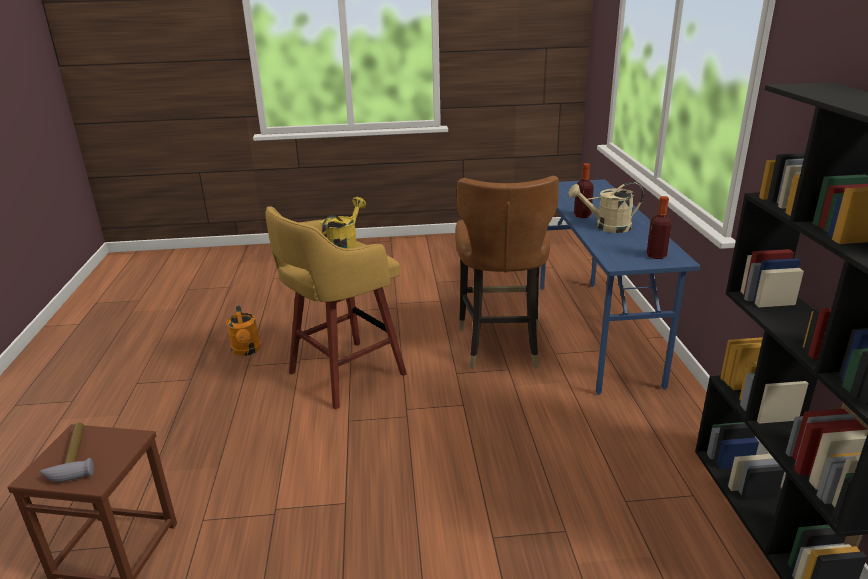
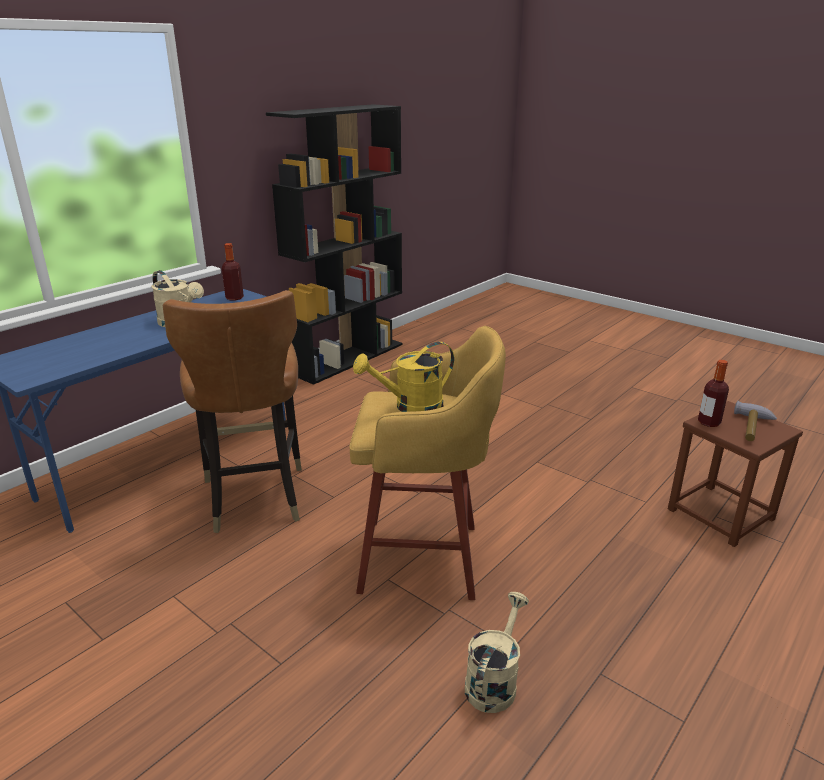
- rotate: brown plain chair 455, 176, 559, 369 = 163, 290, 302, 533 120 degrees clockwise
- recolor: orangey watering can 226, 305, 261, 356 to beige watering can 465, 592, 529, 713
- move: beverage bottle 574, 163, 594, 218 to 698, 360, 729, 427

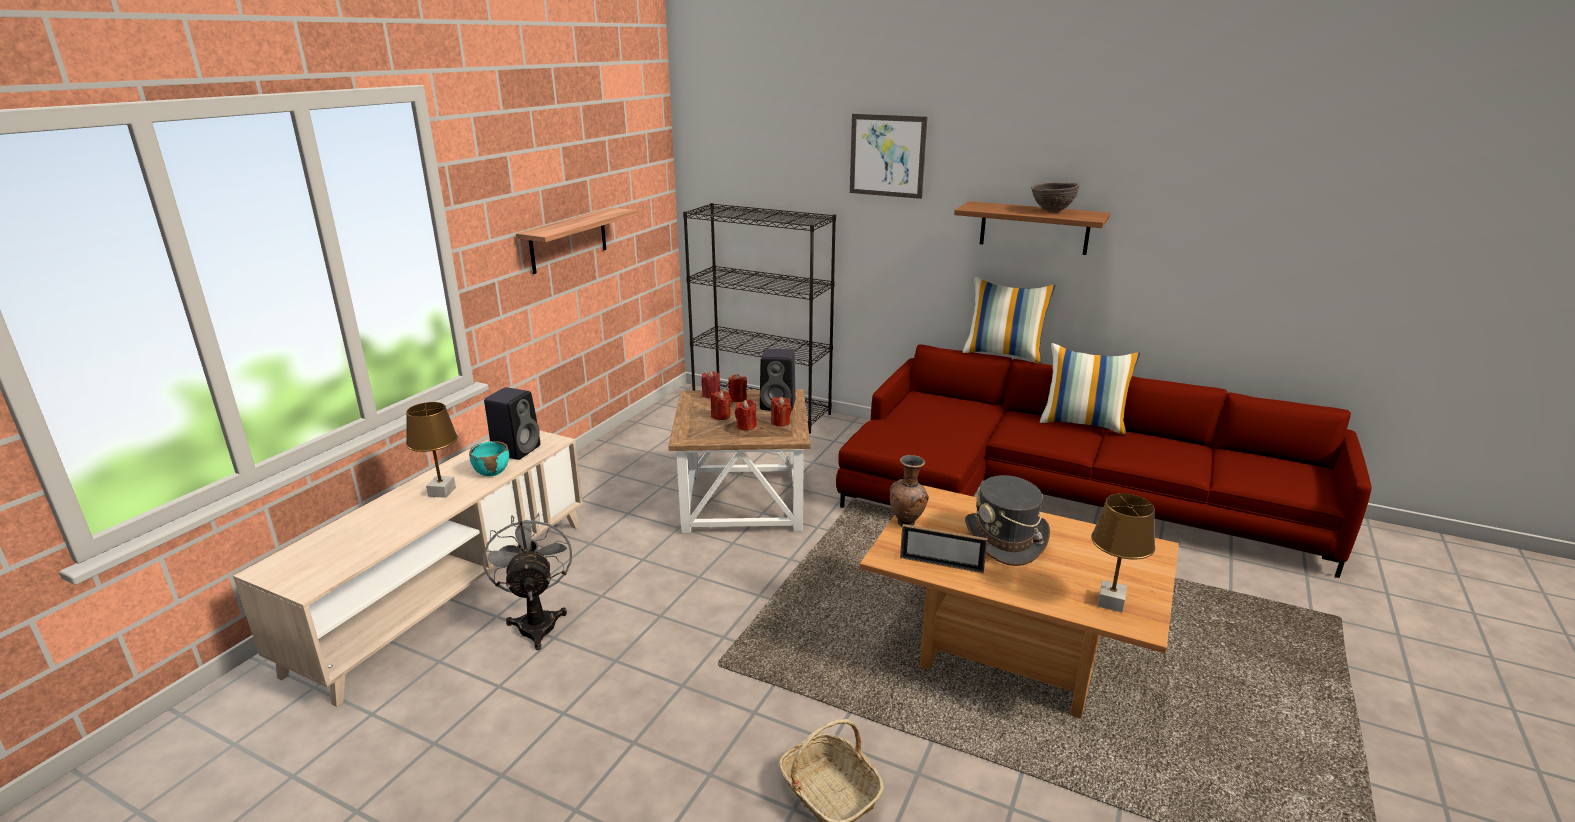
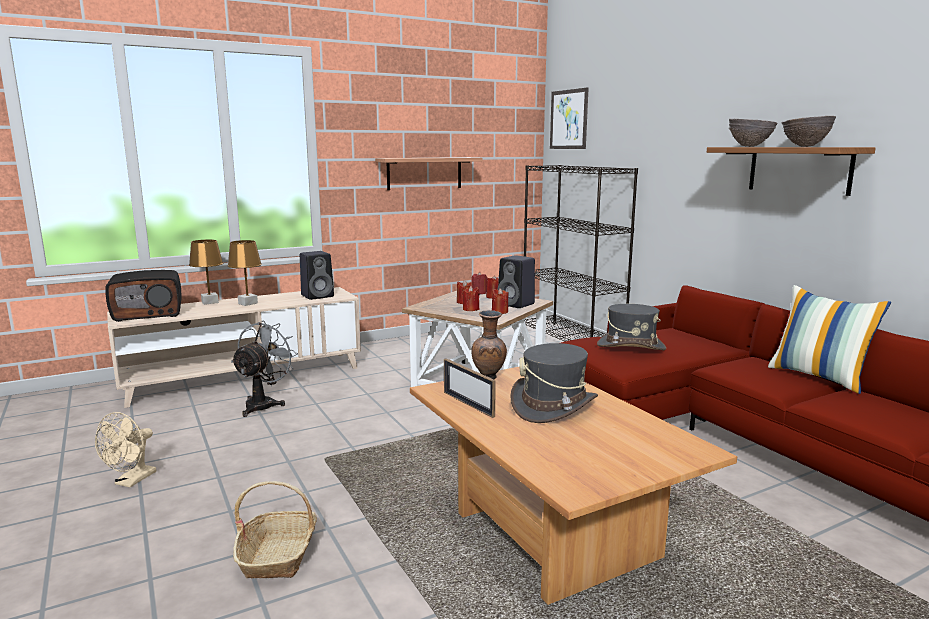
- insert: beige fan 95, 412, 156, 487
- insert: radio set 105, 270, 181, 322
- move: brown lamp for a table 1091, 493, 1155, 612 to 189, 240, 223, 305
- move: wall art 850, 114, 928, 199 to 550, 87, 589, 149
- insert: gray clothing hat 597, 304, 666, 350
- insert: brown serving bowl 729, 119, 777, 147
- delete: turquoise serving bowl 469, 441, 509, 477
- delete: throw pillow 963, 277, 1056, 364

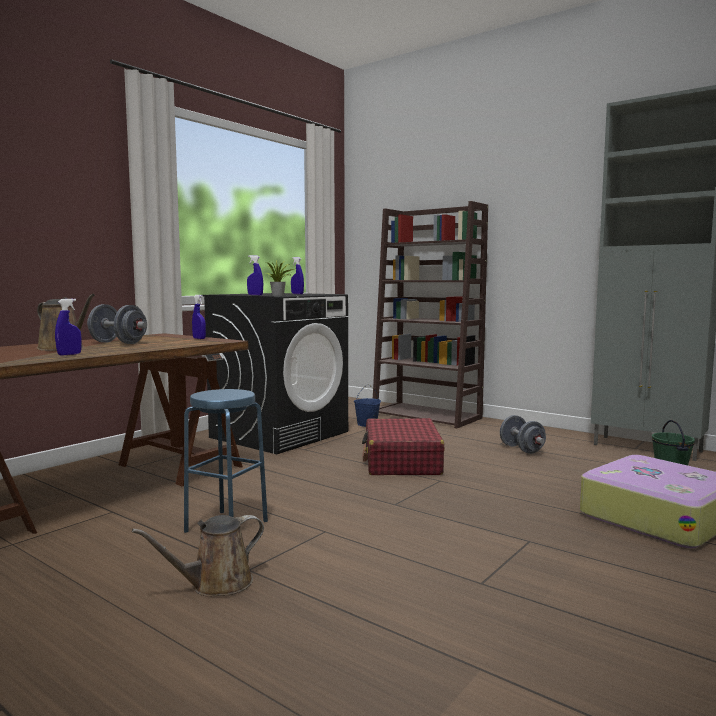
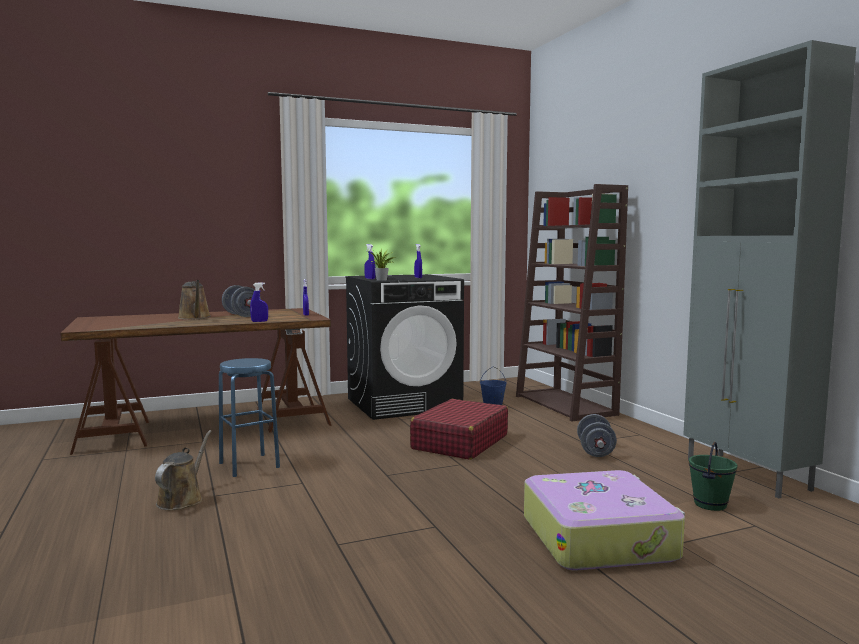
- rotate: brown watering can 132, 515, 264, 596 = 155, 430, 212, 510 105 degrees clockwise
- move: blue-coloured sprayer 55, 299, 82, 356 to 250, 282, 268, 322

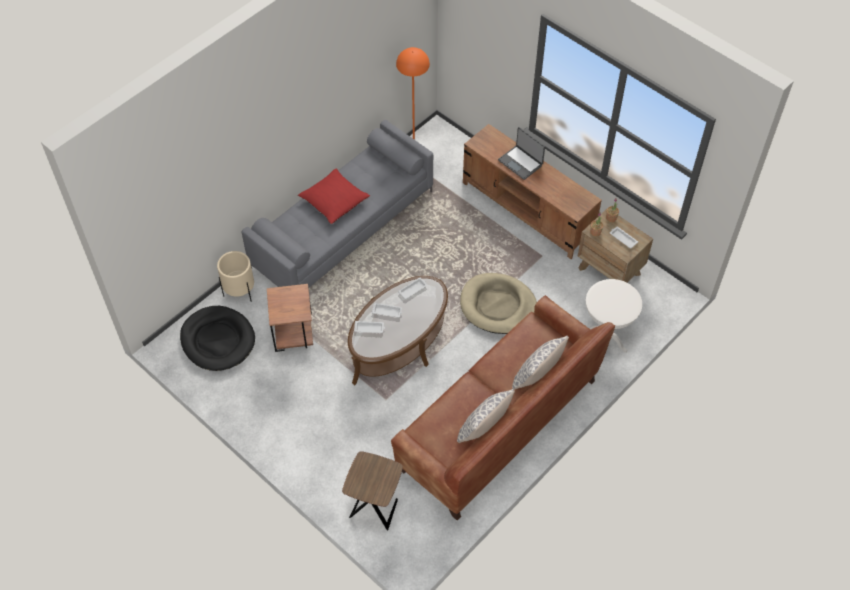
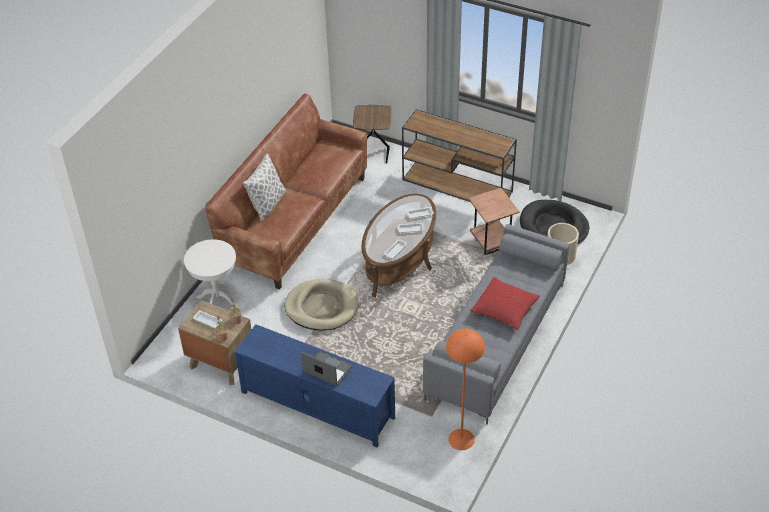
- recolor: brown tv unit 463, 124, 602, 259 to blue-coloured tv unit 235, 324, 395, 447
- insert: brown hall table 402, 109, 517, 202
- delete: throw pillow 457, 389, 515, 443

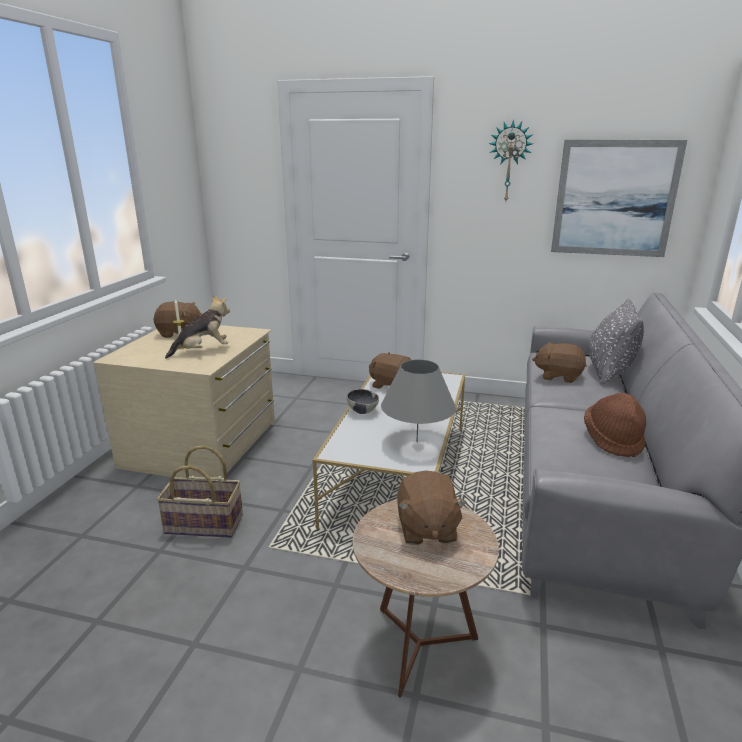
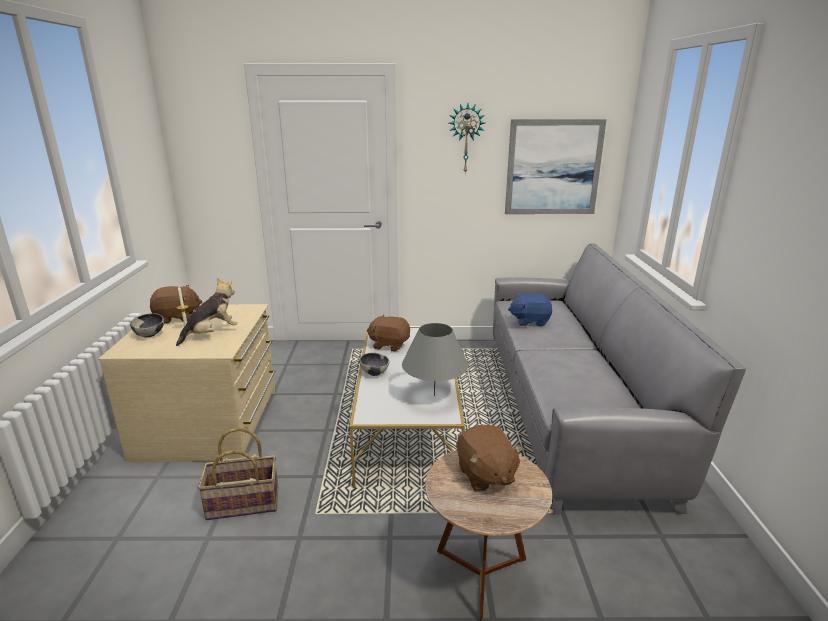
- insert: serving bowl 130, 313, 164, 337
- recolor: brown plush toy 532, 342, 587, 383 to blue-coloured plush toy 508, 293, 552, 326
- delete: brown clothing hat 584, 393, 646, 457
- delete: gray throw pillow 588, 299, 644, 386

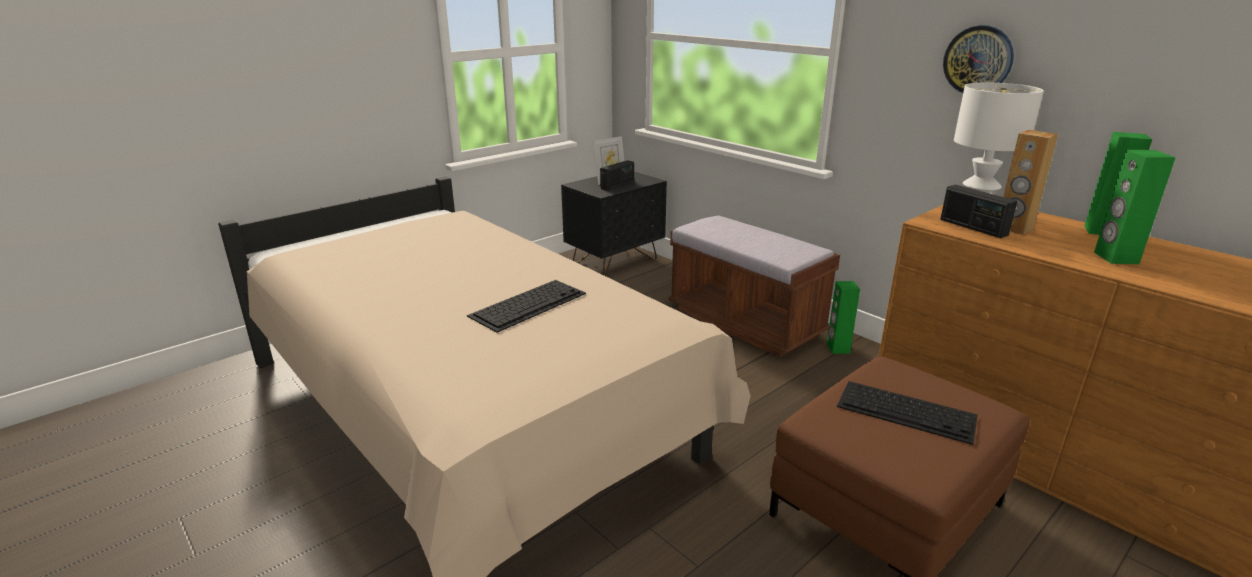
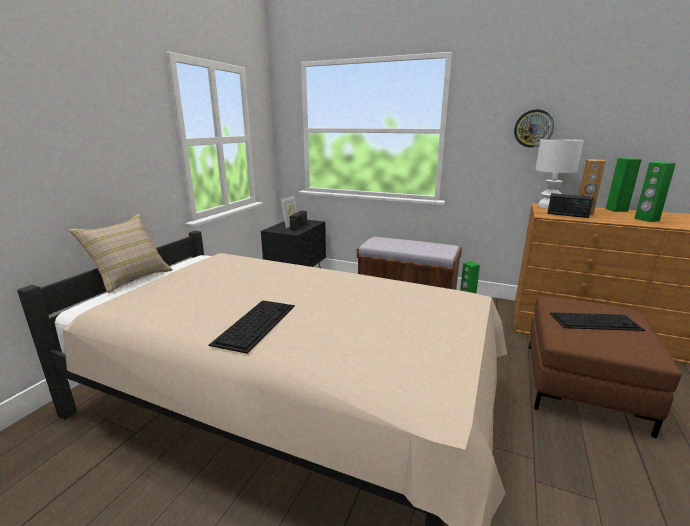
- insert: beige throw pillow 69, 214, 173, 293
- move: keyboard 467, 280, 586, 333 to 209, 300, 295, 354

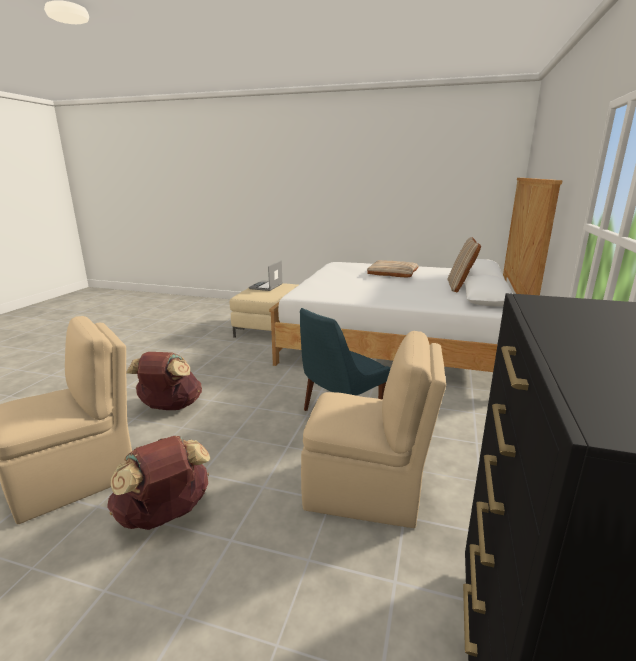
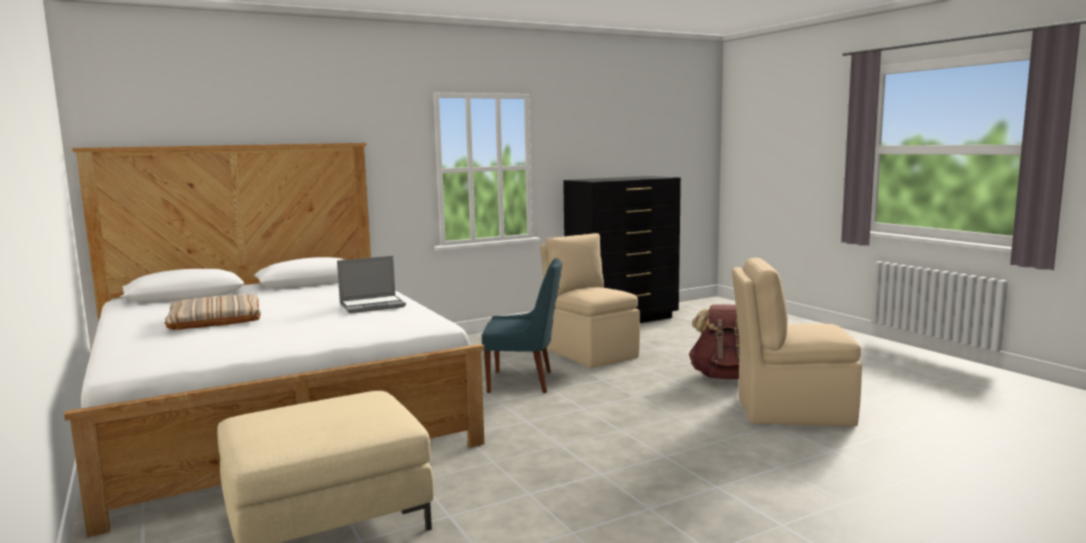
- move: laptop 249, 260, 282, 291 to 337, 256, 406, 313
- delete: brown backpack 126, 352, 202, 410
- delete: beige throw pillow 447, 237, 481, 292

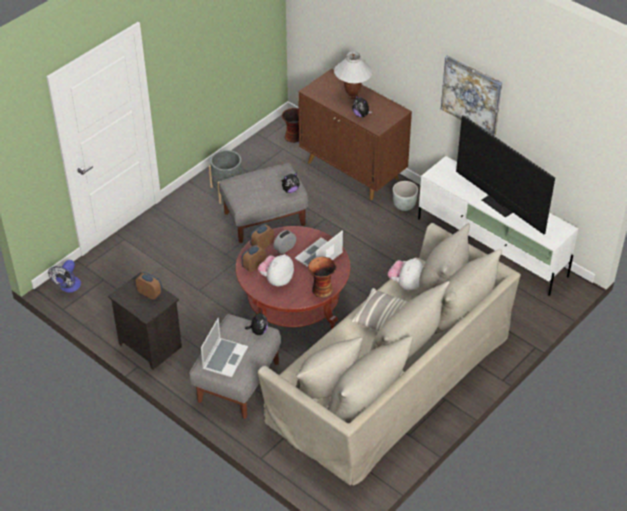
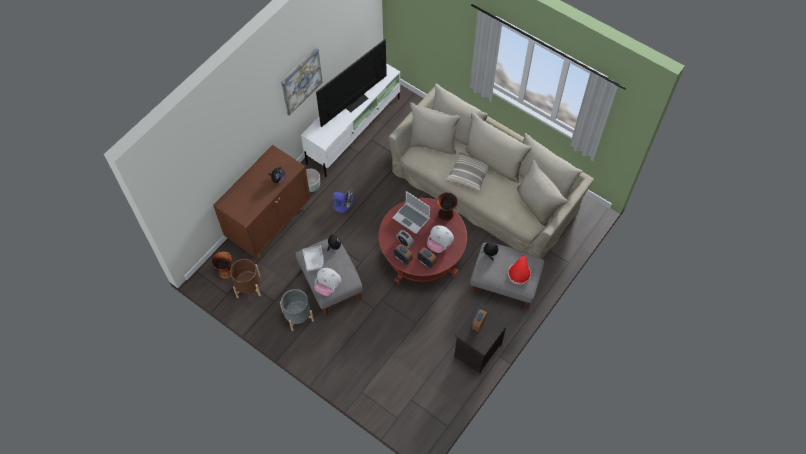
- insert: brown flower pot 230, 259, 261, 298
- insert: gray carrying tray 303, 246, 324, 271
- move: plush toy 388, 258, 423, 291 to 314, 268, 341, 296
- move: fan 48, 260, 81, 293 to 333, 188, 354, 213
- replace: laptop 201, 318, 248, 377 to red-coloured clothing hat 508, 255, 531, 285
- delete: white-coloured lamp for a table 334, 52, 373, 99

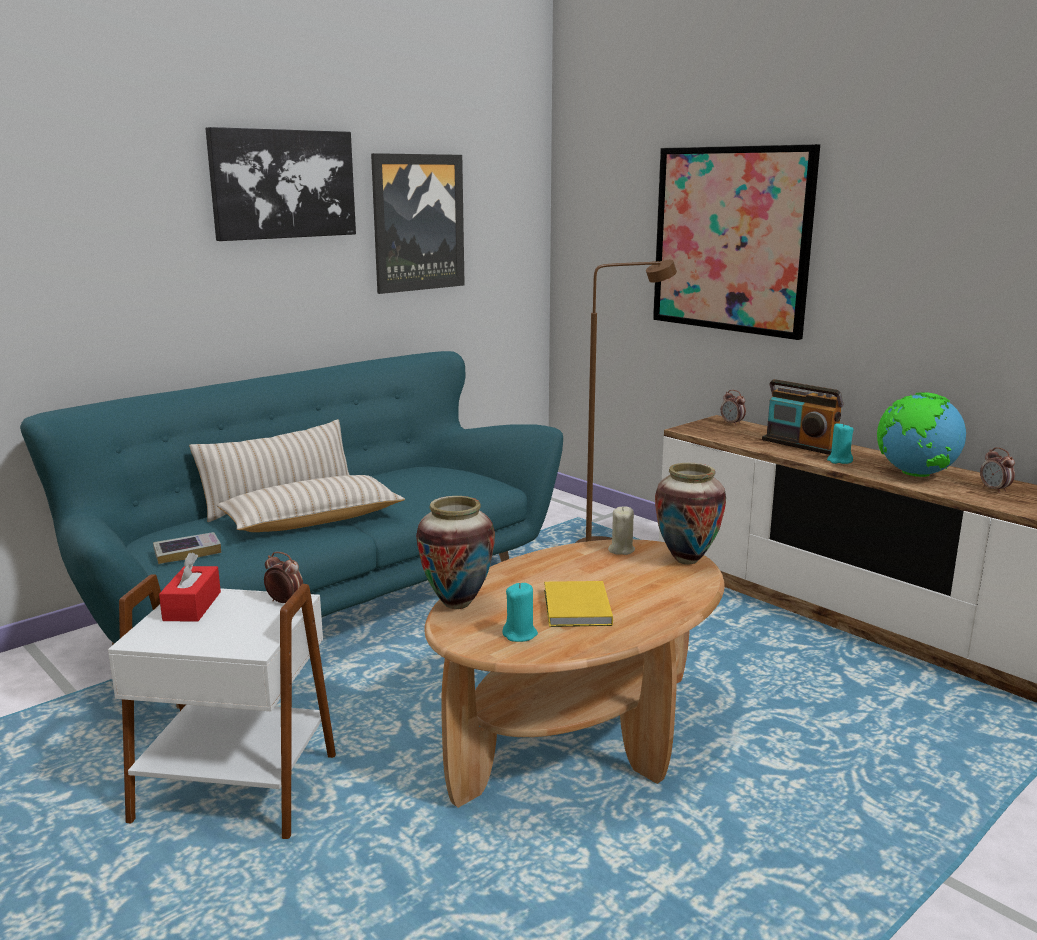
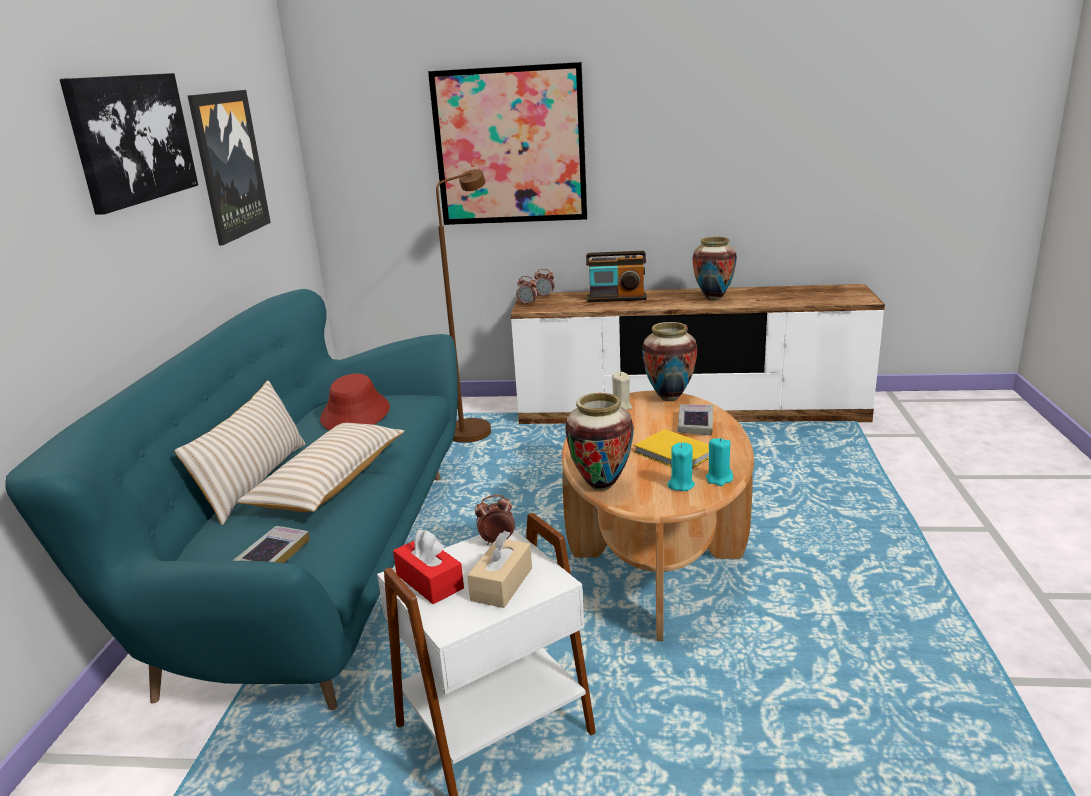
- insert: red-coloured clothing hat 320, 374, 390, 430
- insert: beige box of tissues 467, 531, 532, 608
- move: bedside clock 980, 447, 1015, 493 to 516, 276, 538, 306
- insert: bound book 678, 405, 713, 436
- replace: world globe 877, 392, 966, 477 to decorative vase 692, 237, 737, 301
- move: turquoise candle 827, 422, 854, 464 to 706, 438, 733, 486

